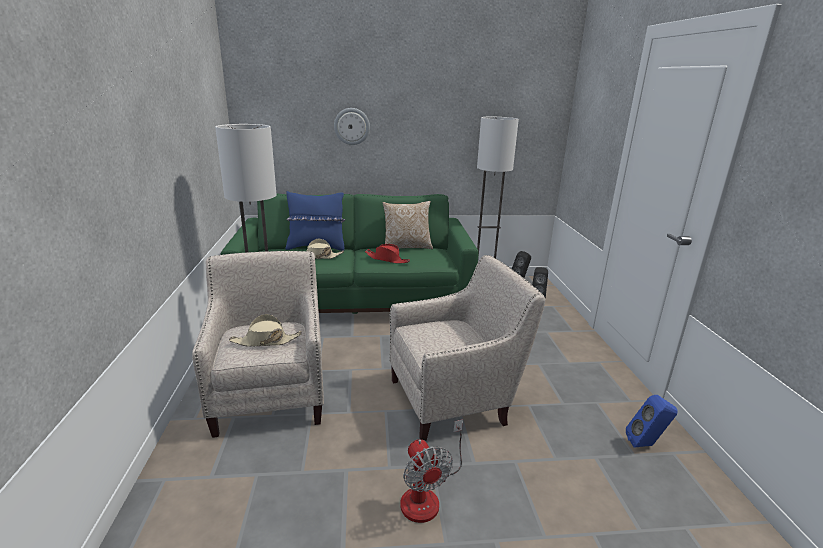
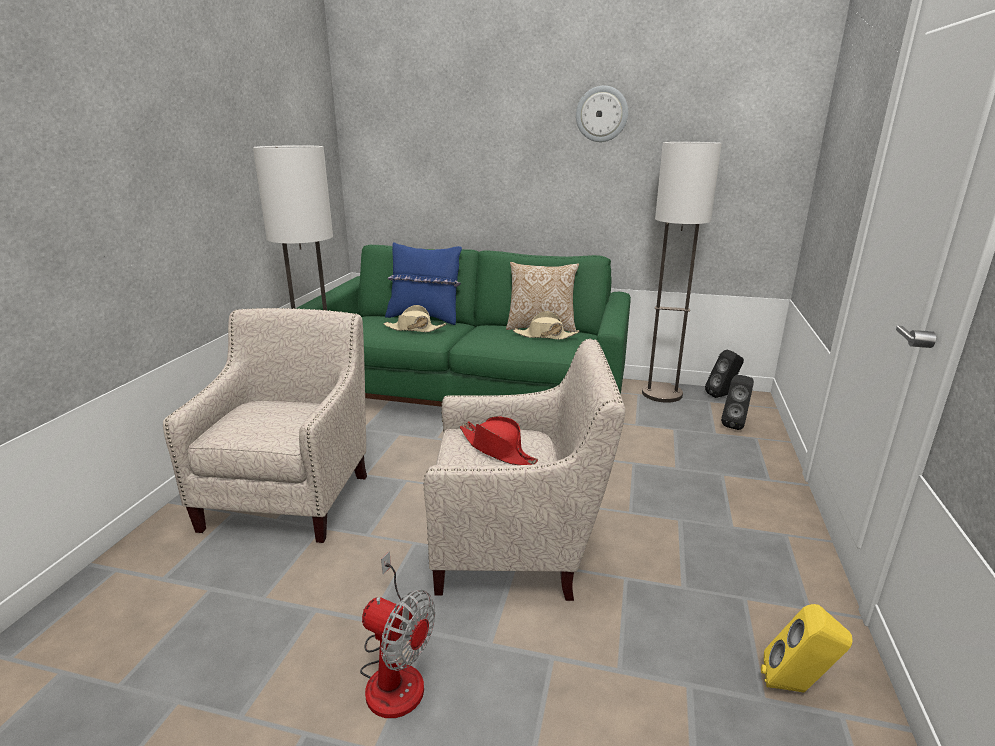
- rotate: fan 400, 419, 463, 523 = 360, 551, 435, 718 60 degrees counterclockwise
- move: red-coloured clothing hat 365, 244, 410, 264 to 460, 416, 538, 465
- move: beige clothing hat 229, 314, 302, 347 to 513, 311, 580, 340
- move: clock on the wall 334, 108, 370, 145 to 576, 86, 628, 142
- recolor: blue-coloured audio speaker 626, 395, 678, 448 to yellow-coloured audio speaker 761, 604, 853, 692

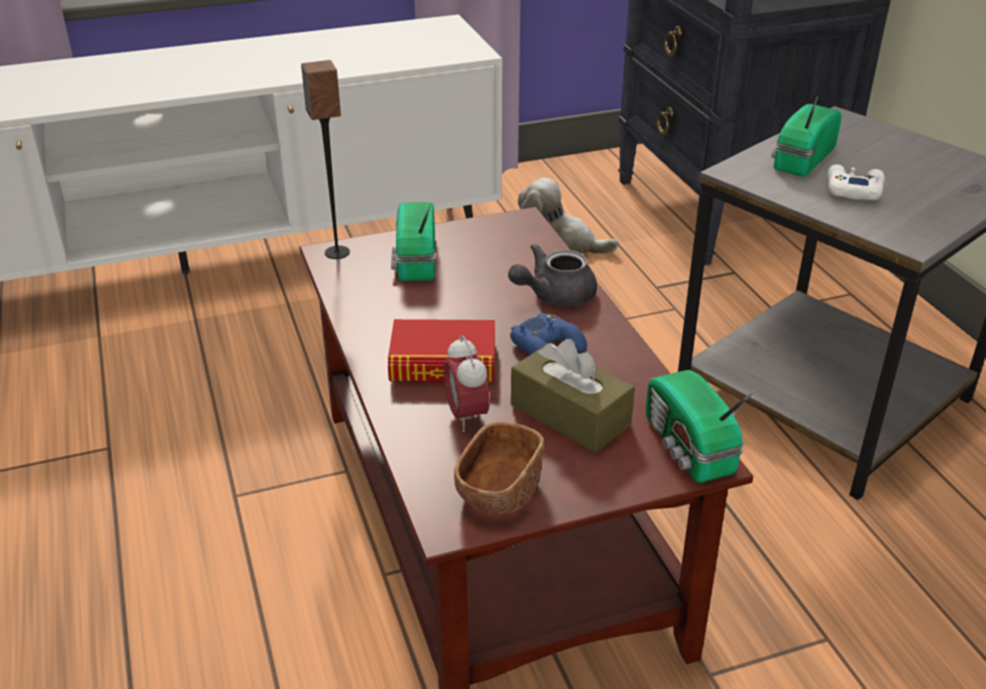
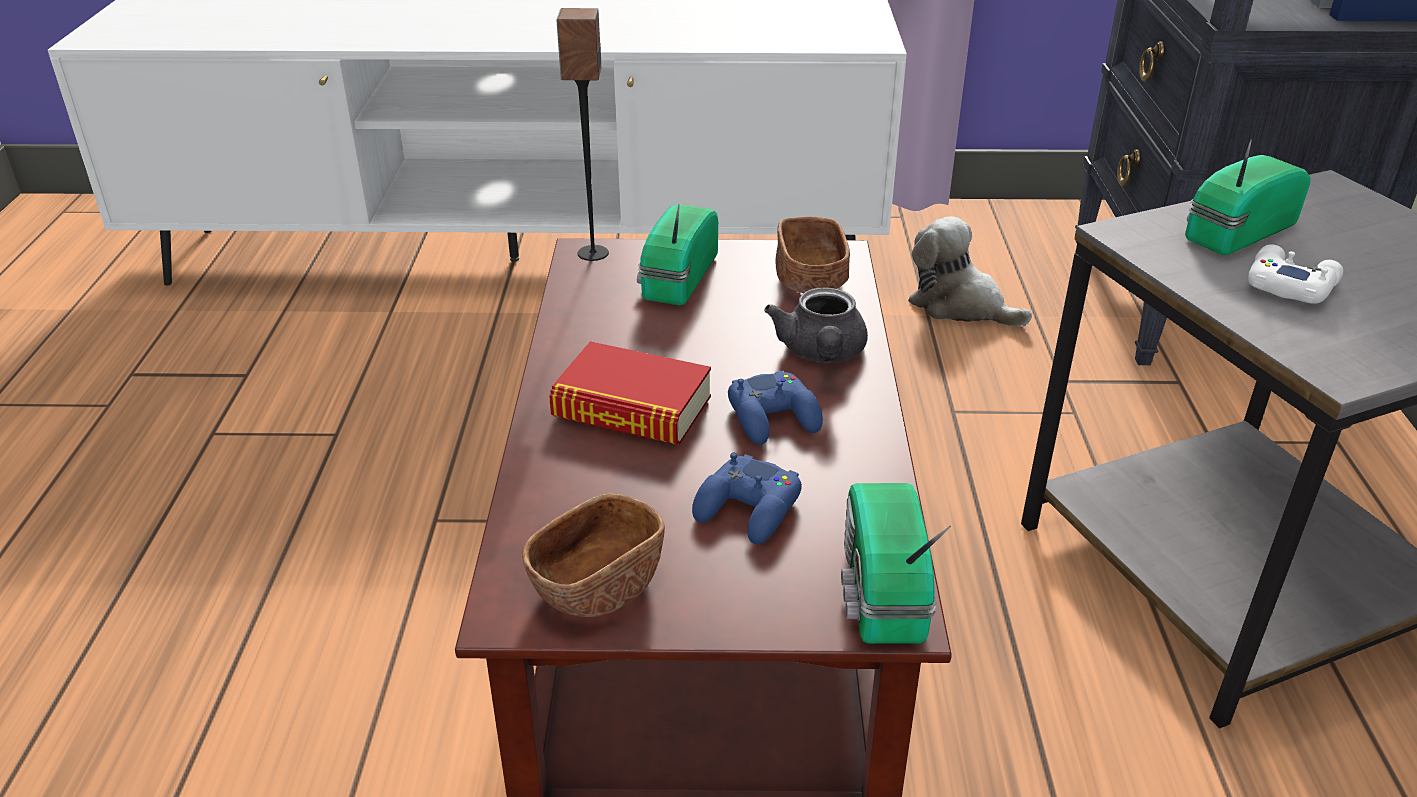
- replace: brown box of tissues 511, 339, 635, 452 to blue-coloured joypad 692, 453, 802, 544
- rotate: gray tea pot 508, 243, 597, 307 = 764, 287, 868, 362 75 degrees counterclockwise
- insert: brown serving bowl 776, 217, 850, 293
- delete: bedside clock 444, 336, 490, 432

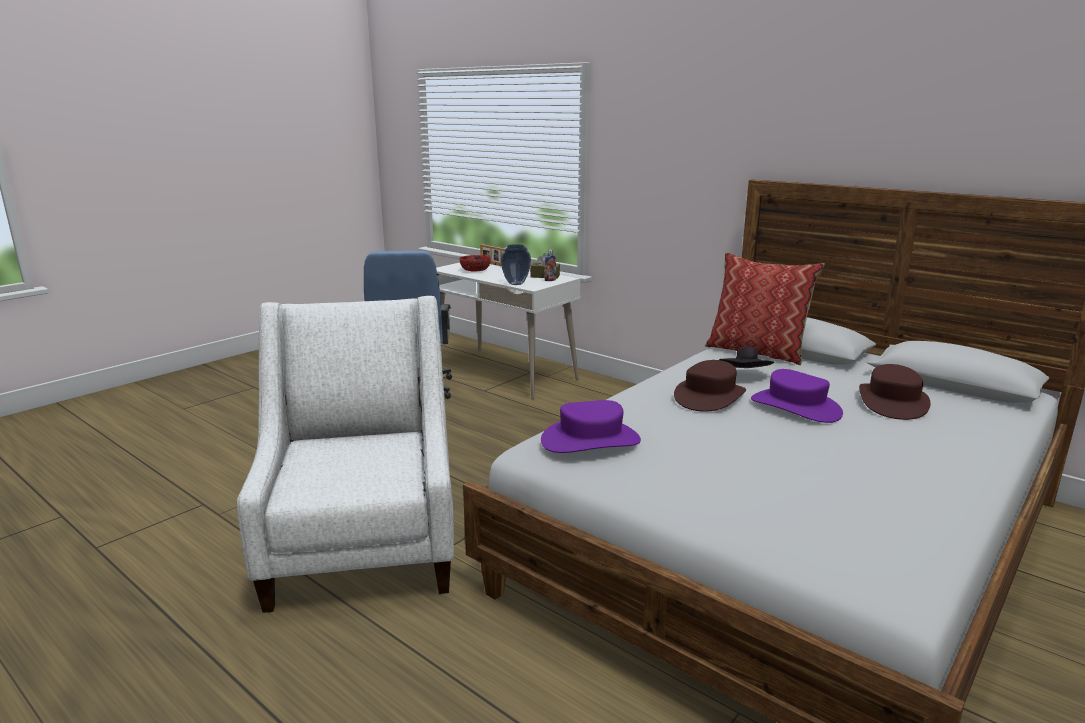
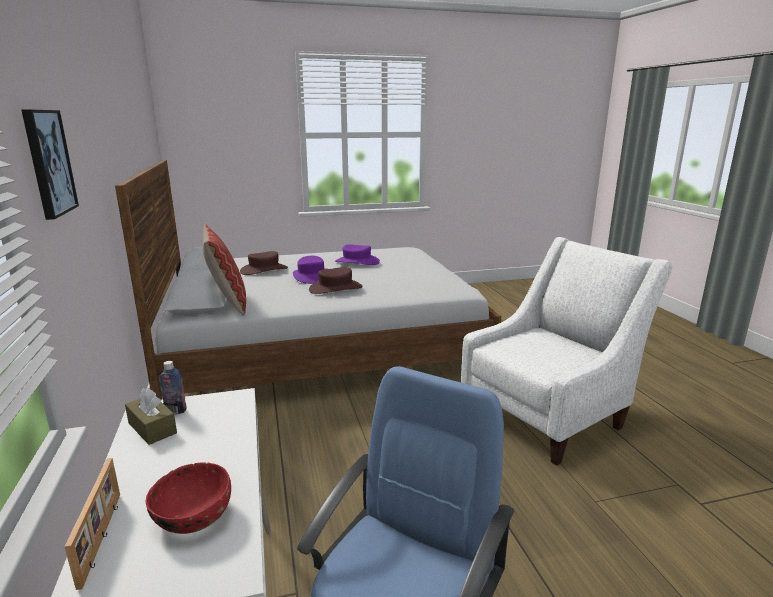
- insert: wall art 21, 109, 79, 220
- move: purplish clothing hat 541, 400, 641, 453 to 335, 244, 380, 265
- rotate: white-coloured armchair 237, 296, 454, 613 = 461, 237, 672, 466 150 degrees counterclockwise
- delete: decorative vase 501, 244, 531, 285
- delete: blackish clothing hat 719, 346, 774, 368

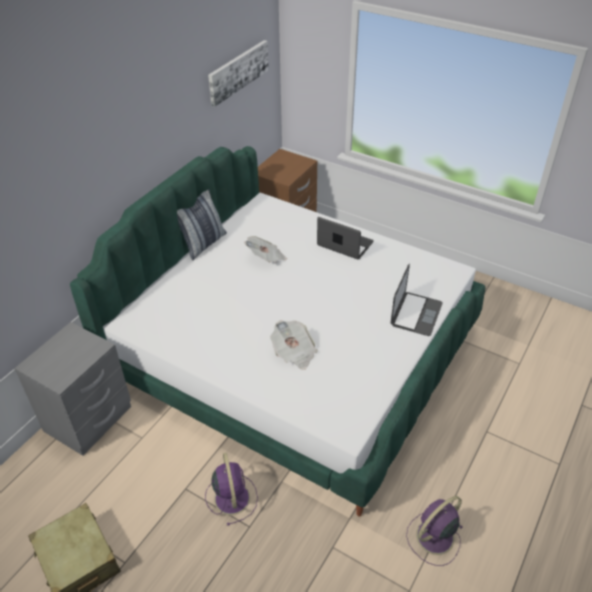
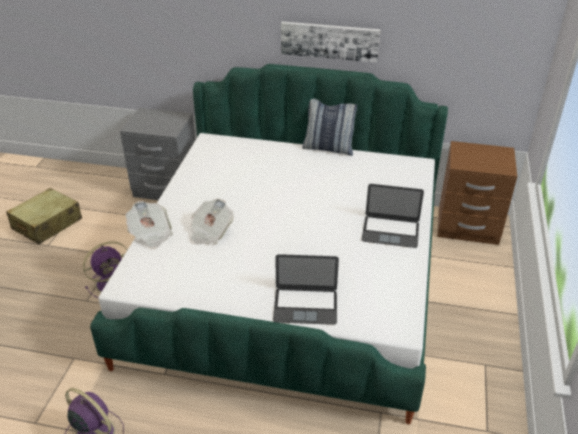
- move: printed paper 244, 236, 287, 262 to 126, 201, 173, 249
- move: wall art 208, 40, 269, 107 to 281, 21, 381, 63
- rotate: laptop 317, 217, 374, 259 = 362, 184, 424, 248 90 degrees clockwise

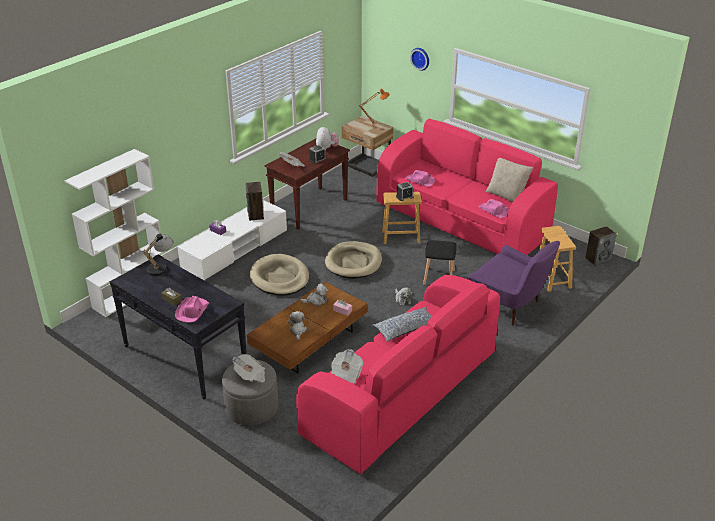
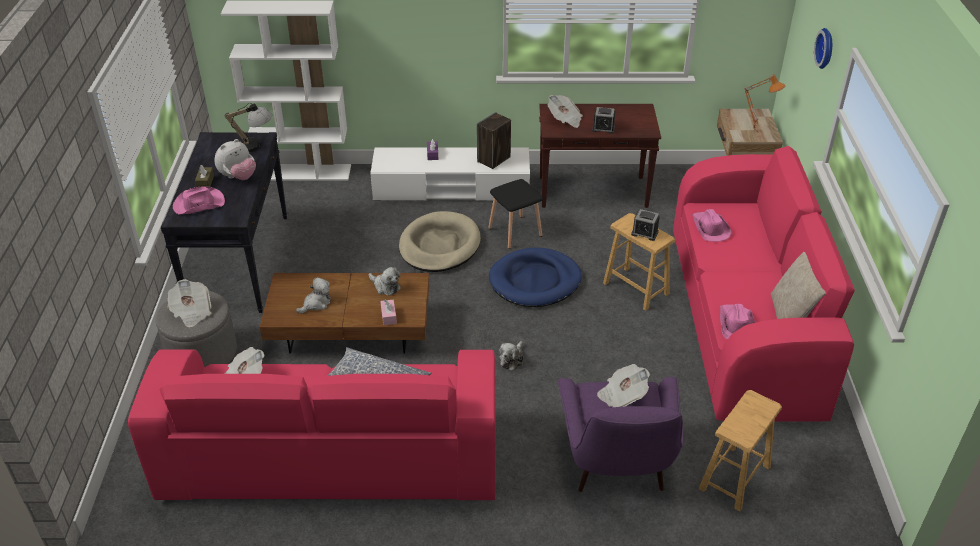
- move: plush toy 316, 125, 339, 151 to 214, 139, 256, 180
- move: blackish sitting stool 423, 240, 457, 285 to 488, 179, 543, 249
- recolor: beige pet bed 325, 241, 382, 279 to blue-coloured pet bed 489, 248, 582, 307
- insert: printed paper 597, 364, 650, 407
- delete: audio speaker 585, 226, 617, 266

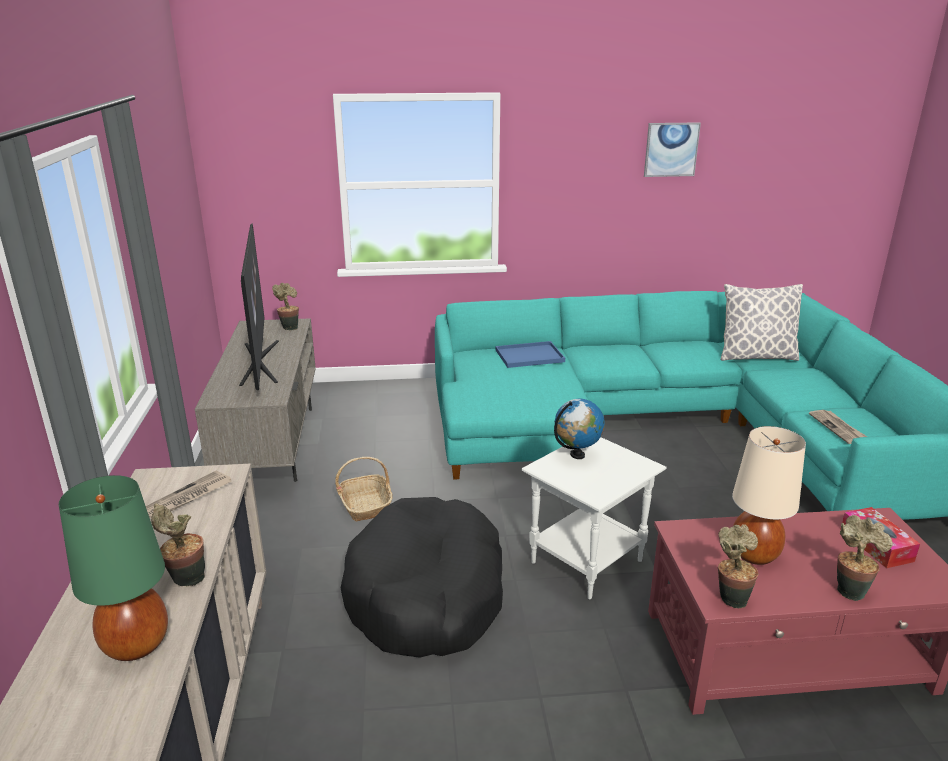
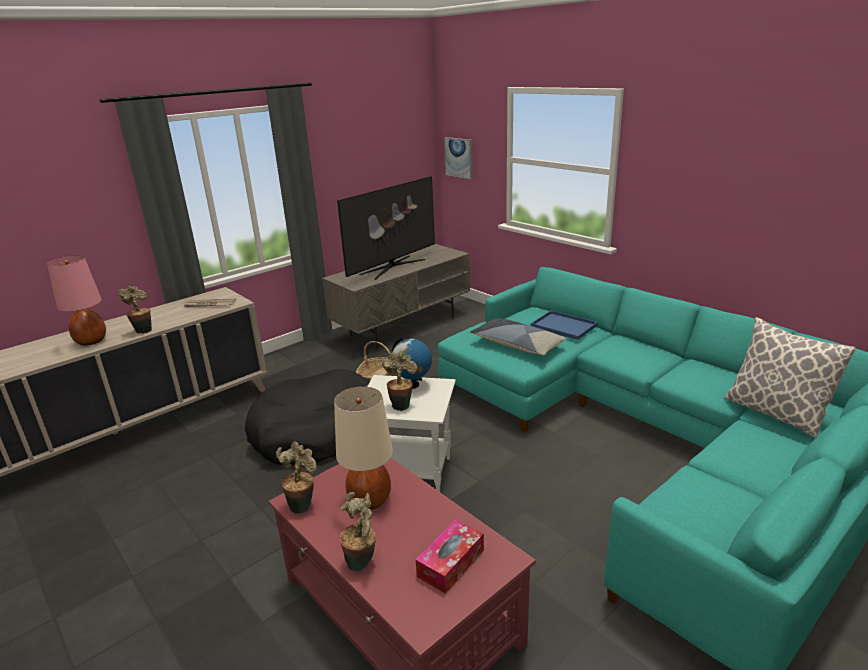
- recolor: green lamp for a table 59, 475, 168, 661 to pinkish lamp for a table 47, 255, 106, 346
- move: houseplant 272, 283, 299, 331 to 382, 353, 417, 411
- move: wall art 644, 122, 701, 177 to 444, 137, 473, 179
- insert: throw pillow 470, 318, 567, 355
- delete: printed paper 809, 410, 867, 444

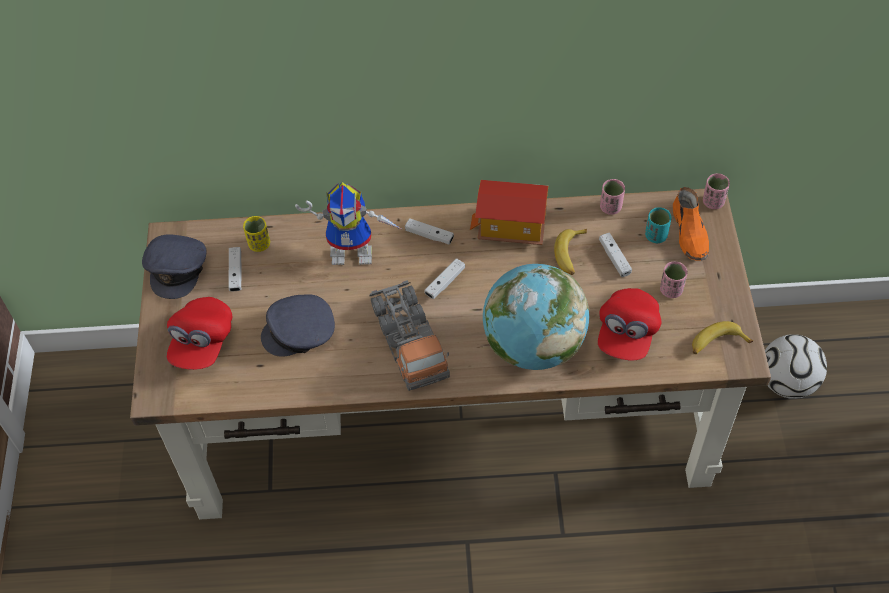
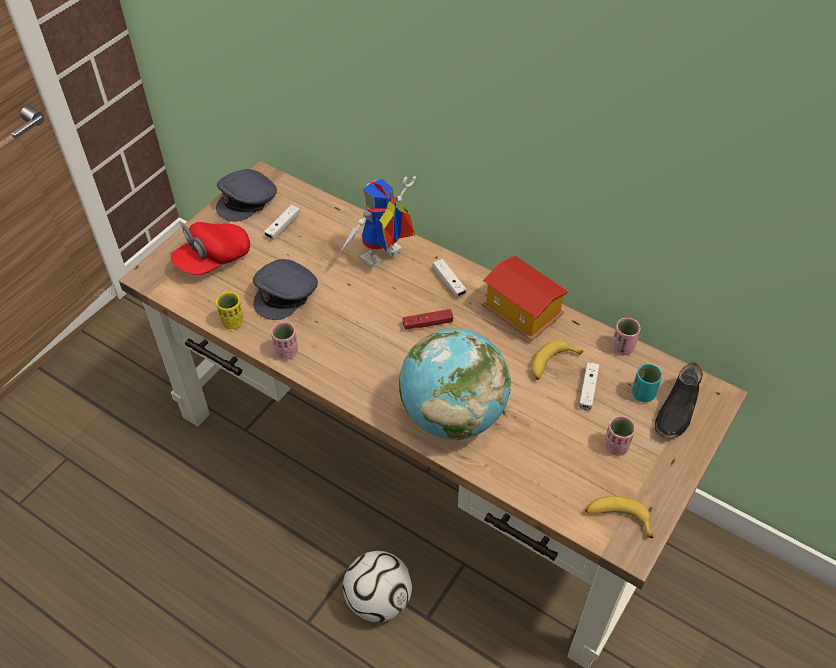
- move: yellow-coloured drinking cup 243, 216, 270, 252 to 216, 292, 244, 329
- rotate: gray baseball cap 261, 294, 335, 357 = 253, 259, 318, 320 75 degrees counterclockwise
- move: pinkish drinking cup 703, 173, 730, 209 to 271, 322, 298, 360
- rotate: toy robot 295, 182, 403, 265 = 340, 176, 416, 268 105 degrees clockwise
- move: ball for football 765, 334, 827, 399 to 343, 551, 412, 622
- recolor: white-coloured joypad 425, 258, 465, 299 to red-coloured joypad 402, 309, 453, 330
- recolor: orangey item of footwear 673, 187, 709, 261 to blackish item of footwear 655, 362, 703, 439
- delete: toy lorry 369, 280, 450, 391
- delete: red-coloured baseball cap 598, 288, 661, 360

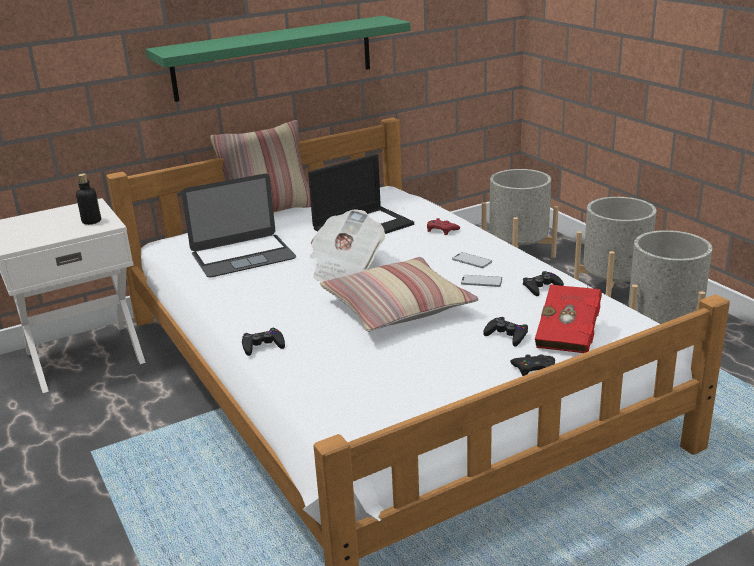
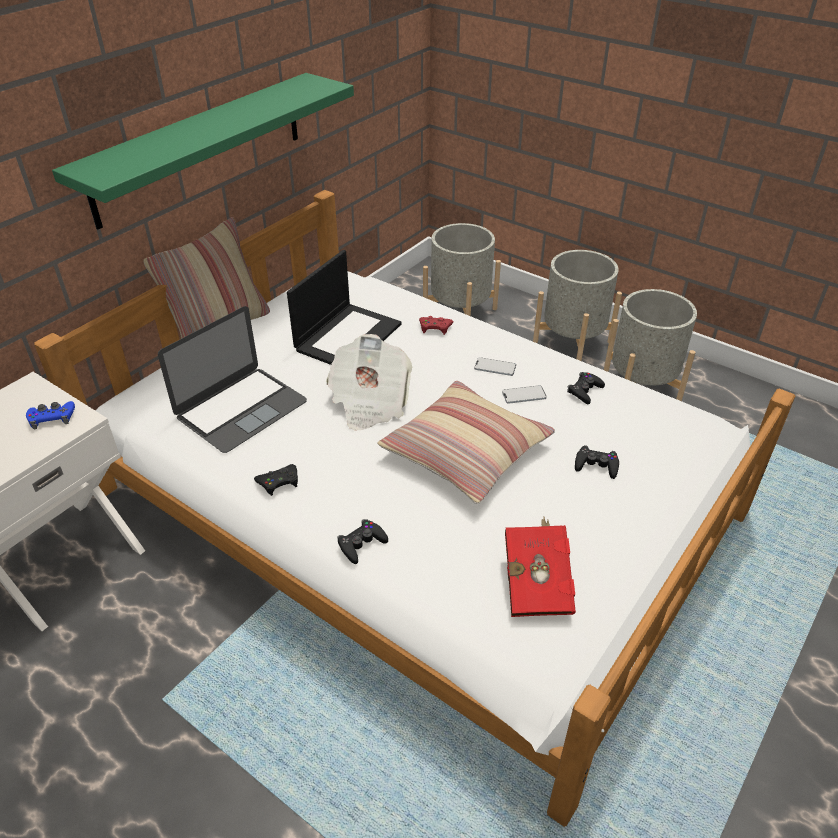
- replace: beverage bottle 76, 173, 101, 225 to blue-coloured joypad 26, 401, 75, 429
- move: blackish joypad 510, 354, 555, 376 to 254, 464, 298, 496
- move: red-coloured bound book 535, 284, 602, 353 to 505, 516, 576, 617

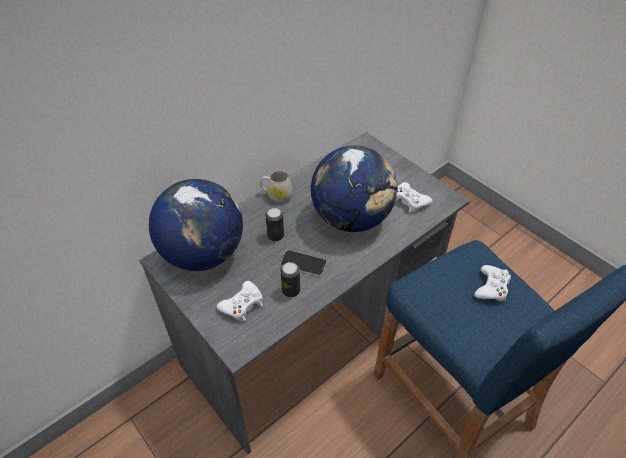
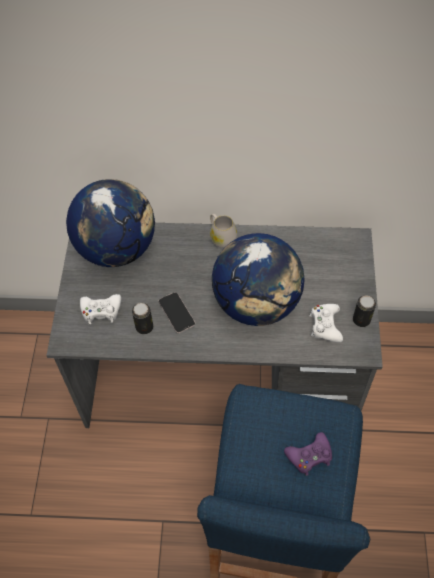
- recolor: white-coloured joypad 474, 265, 511, 301 to purplish joypad 284, 432, 332, 476
- move: can 265, 208, 284, 241 to 353, 295, 376, 327

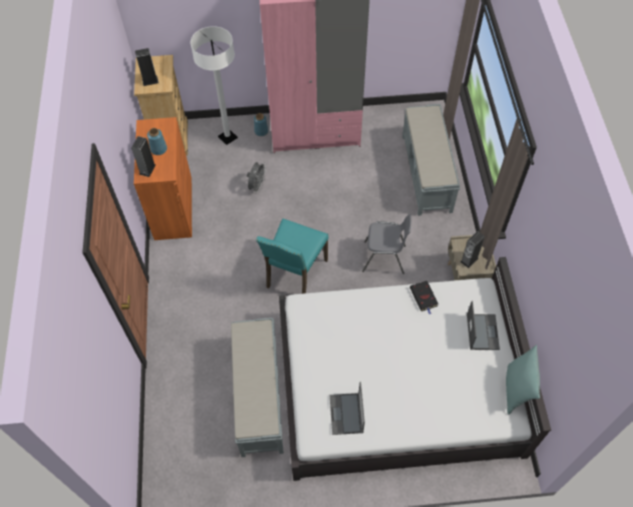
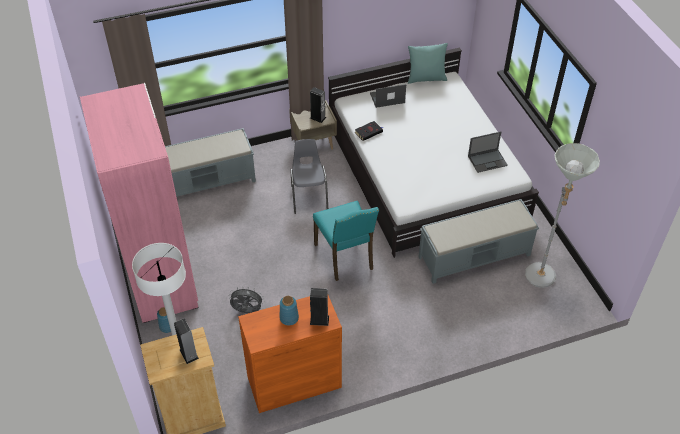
- rotate: turquoise plain chair 256, 219, 329, 294 = 313, 201, 379, 281 60 degrees clockwise
- insert: gray standard lamp 525, 143, 600, 288

